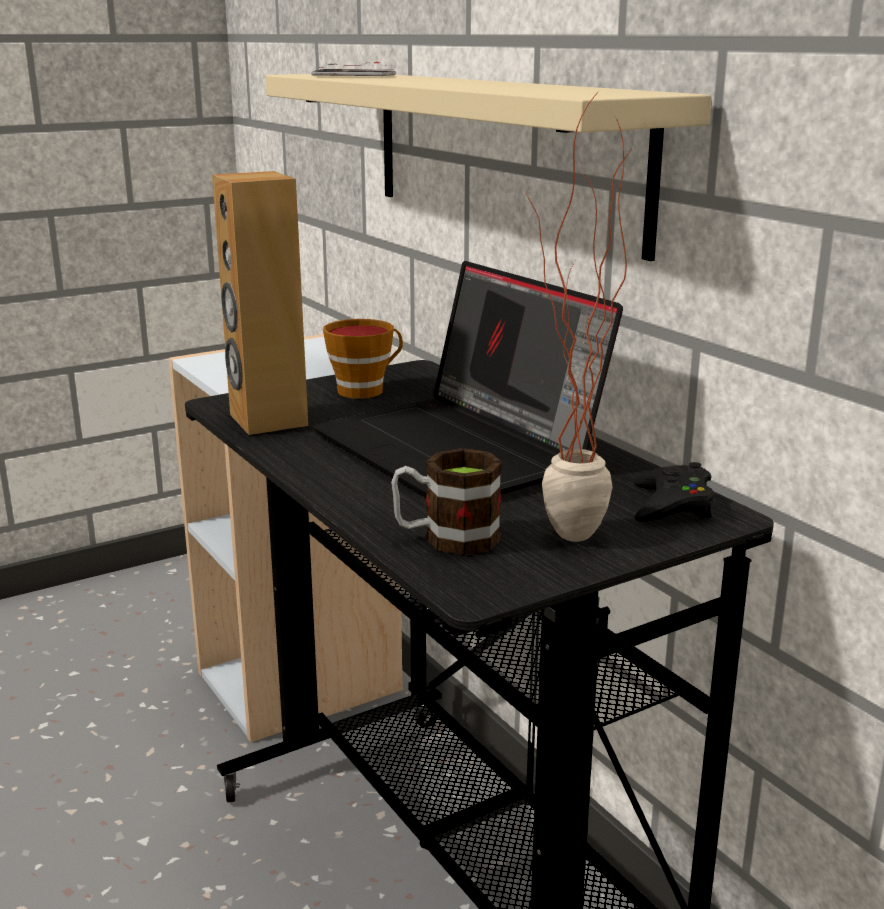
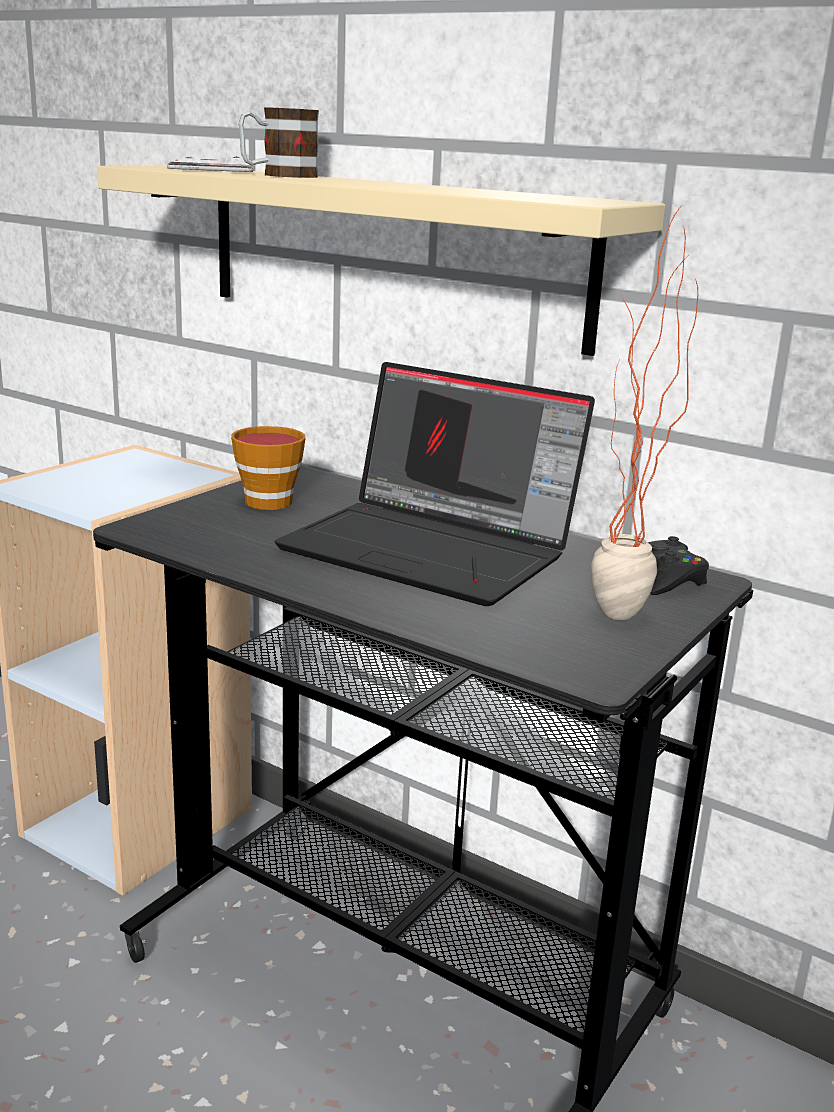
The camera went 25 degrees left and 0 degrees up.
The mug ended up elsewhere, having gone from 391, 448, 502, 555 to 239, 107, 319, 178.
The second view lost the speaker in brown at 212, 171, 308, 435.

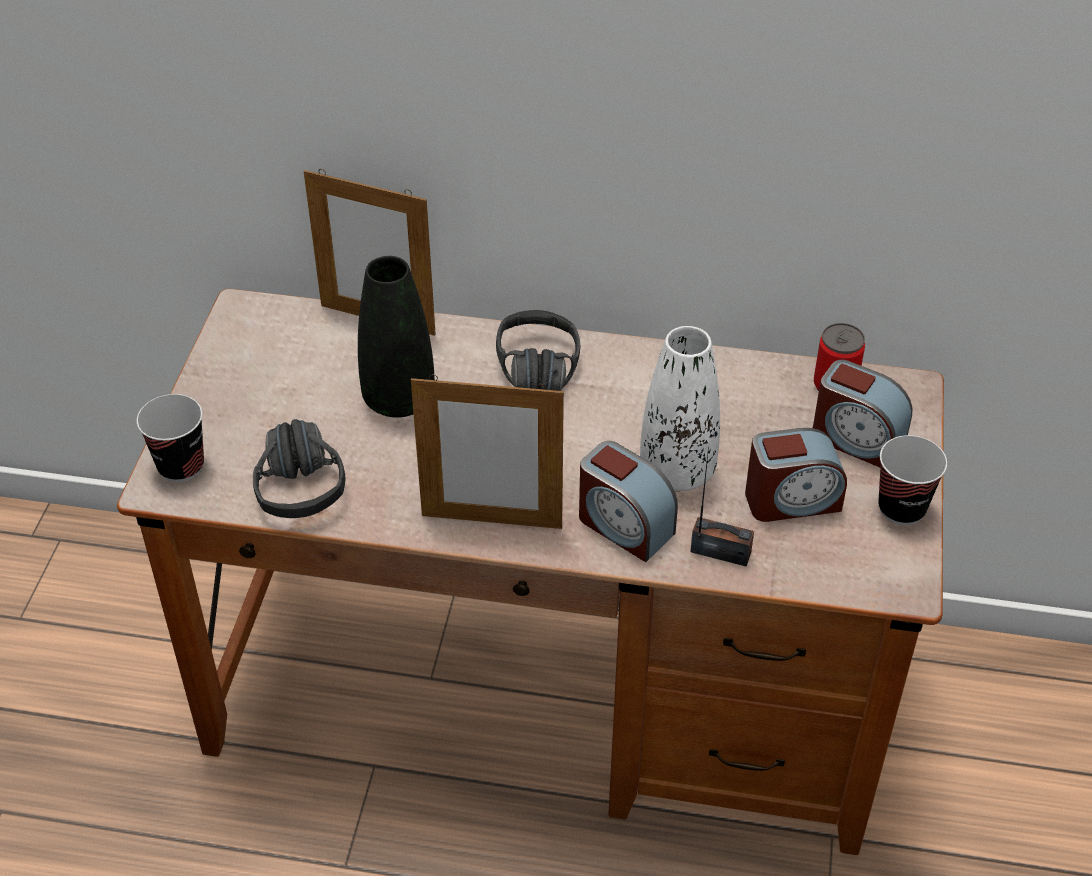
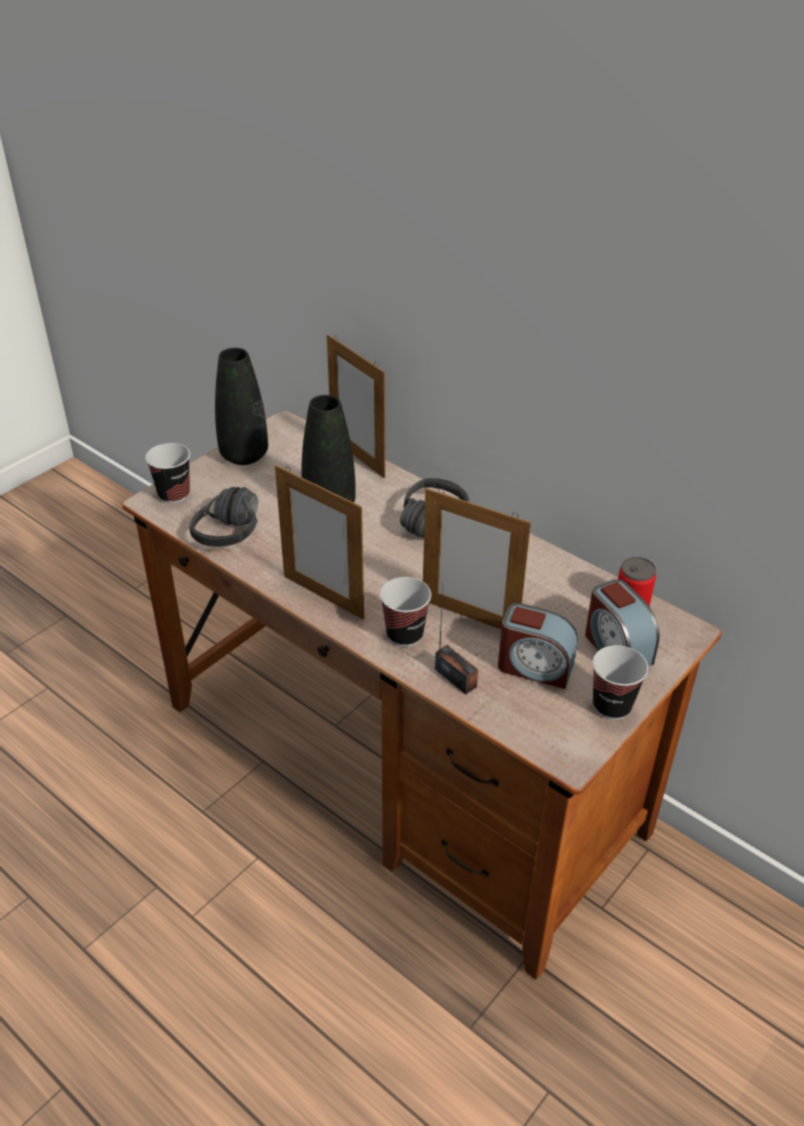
The camera went 30 degrees right and 5 degrees down.
The second view gained the vase in black at 215, 348, 268, 465.
Where the alarm clock stood at 579, 441, 678, 562, the cup came to stand at 380, 577, 431, 647.
Where the vase in white stood at 640, 326, 720, 491, the picture frame came to stand at 423, 488, 531, 629.

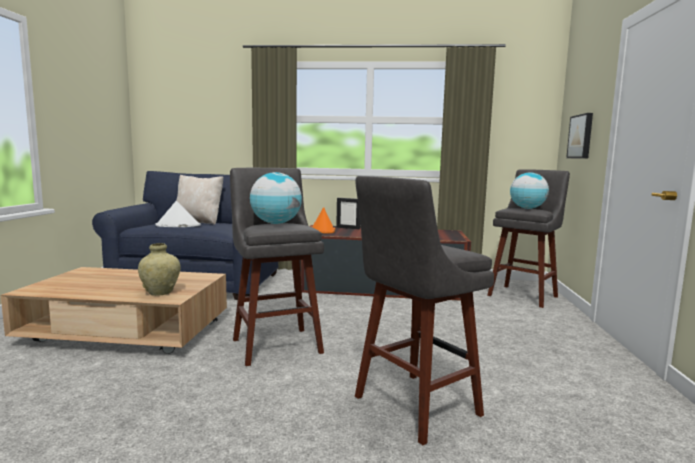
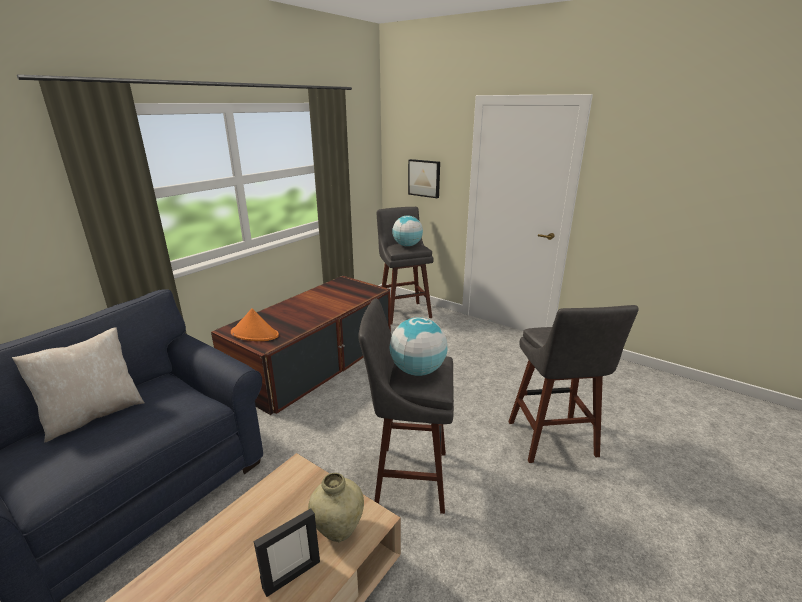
The camera went 60 degrees left and 15 degrees up.
The picture frame ended up elsewhere, having gone from 336, 198, 360, 229 to 254, 508, 320, 597.
The second view lost the hat in white at 155, 201, 201, 227.

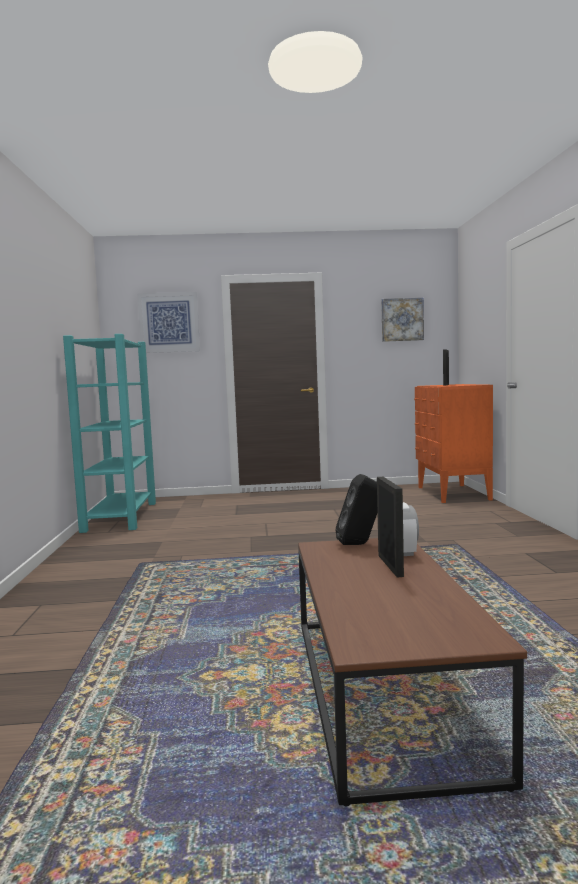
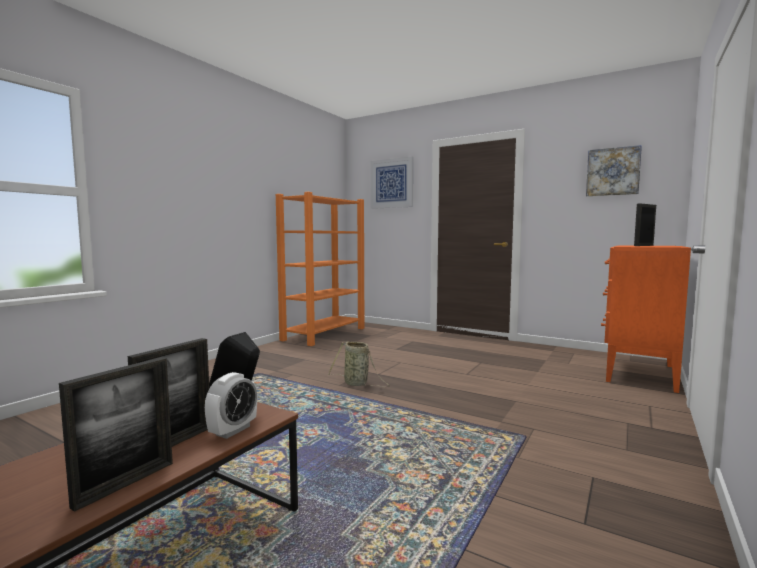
The camera went 35 degrees right and 0 degrees up.
The second view gained the picture frame at 59, 357, 173, 512.
What was the bookcase in turquoise at 63, 334, 156, 533 turned into the bookcase in orange at 276, 192, 364, 346.
The second view gained the basket at 328, 341, 390, 387.

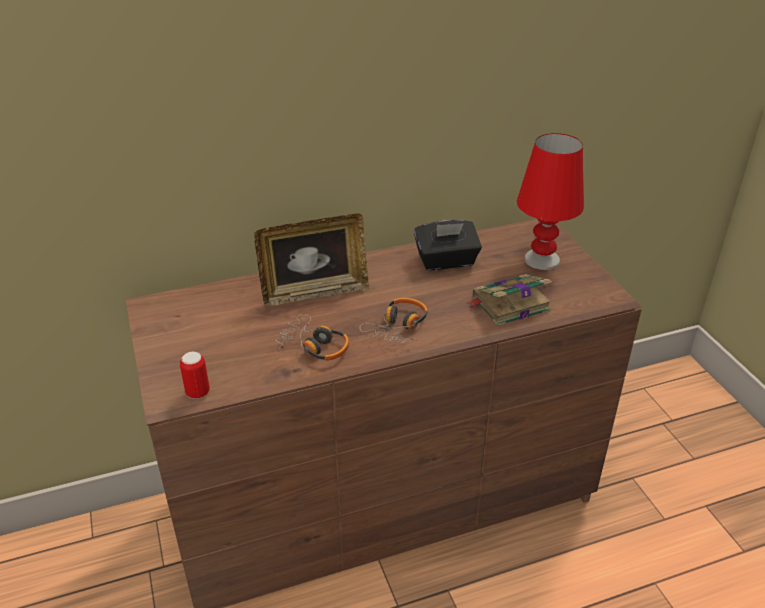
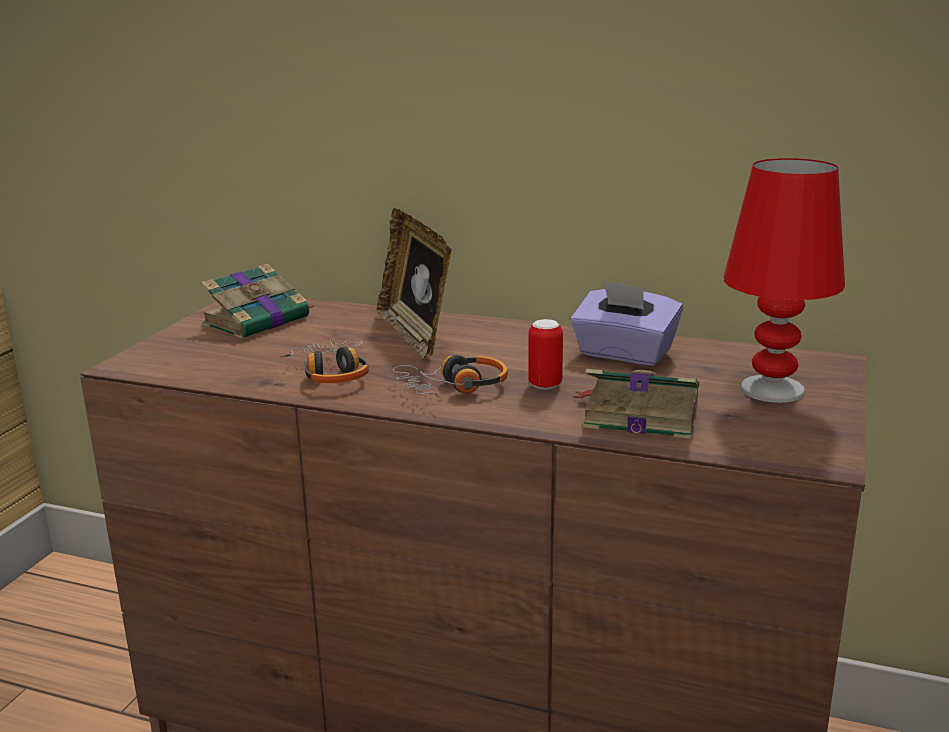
The camera went 40 degrees right and 15 degrees down.
The second view gained the book at 201, 264, 313, 339.
The picture frame at 254, 214, 369, 306 ended up facing another way, 45 degrees clockwise from before.
The can ended up elsewhere, having gone from 180, 352, 210, 399 to 528, 319, 563, 390.
What was the tissue box in black at 414, 220, 482, 270 turned into the tissue box in purple at 570, 281, 683, 366.

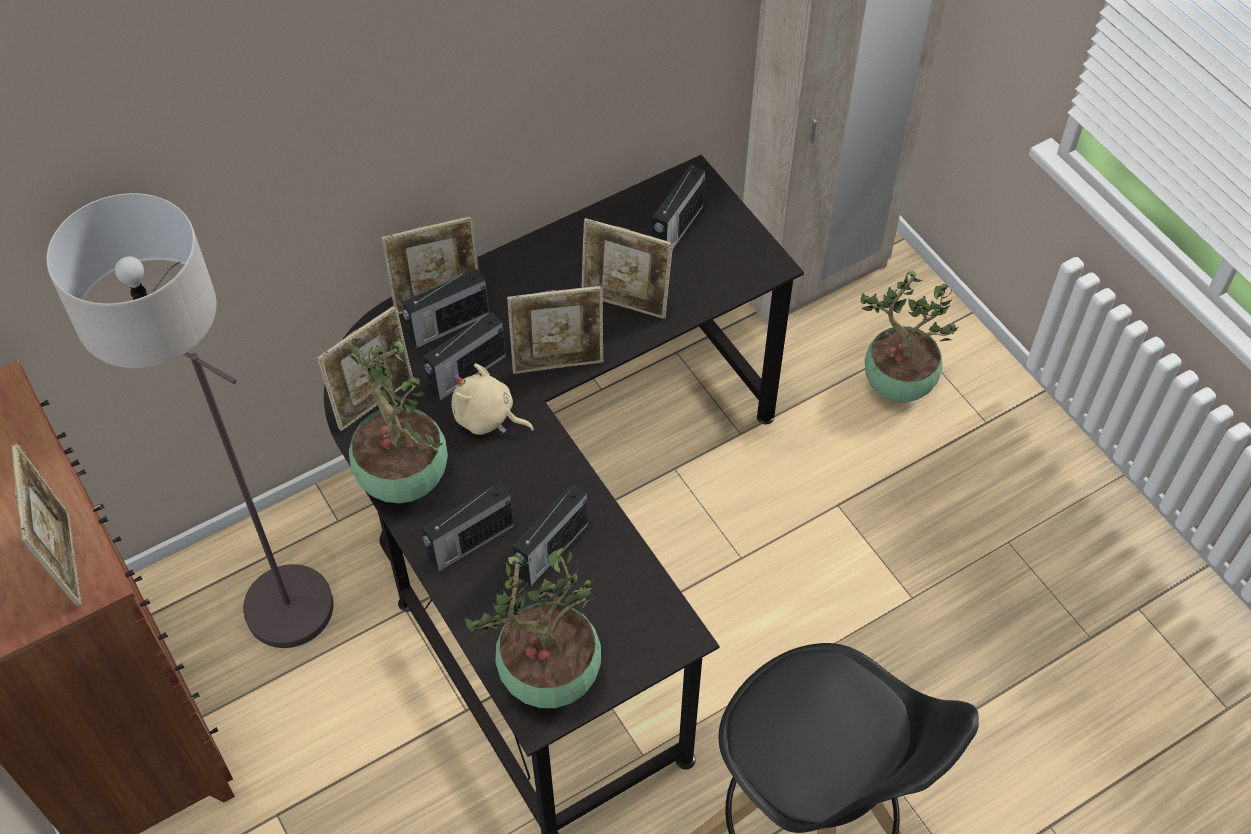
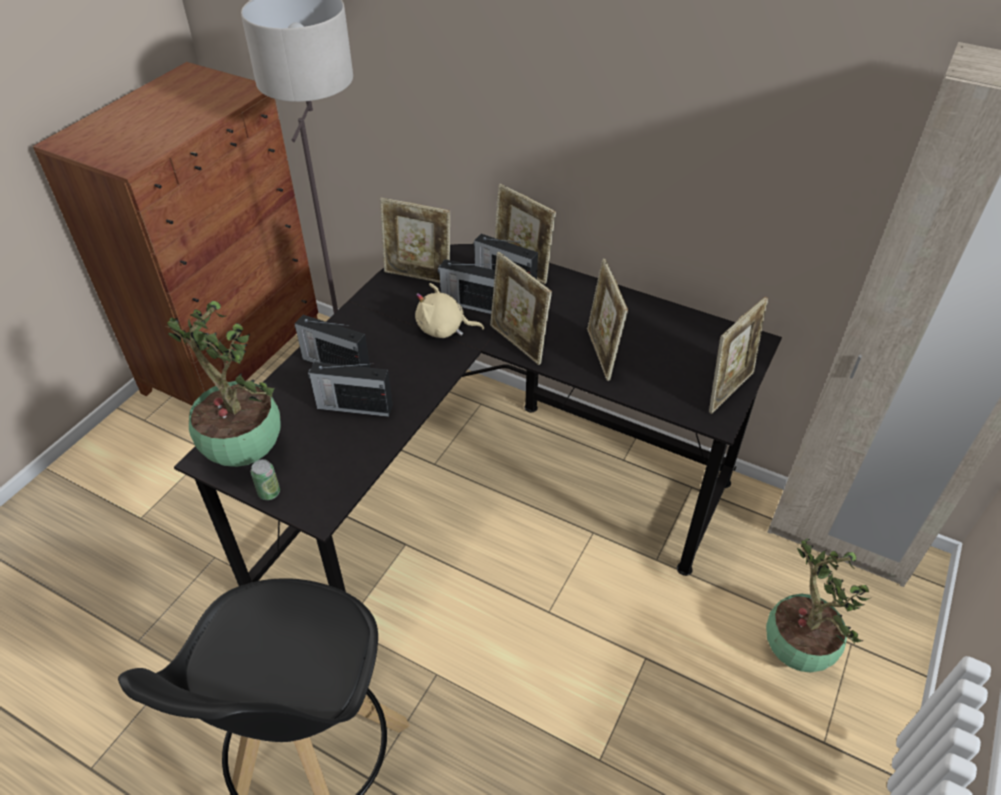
The camera went 60 degrees right and 10 degrees down.
The second view gained the can at 251, 459, 280, 500.
The plush toy in beige at 451, 363, 534, 435 ended up facing another way, 75 degrees counterclockwise from before.
The picture frame ended up elsewhere, having gone from 11, 442, 82, 607 to 709, 297, 768, 414.
The second view lost the potted plant at 346, 338, 448, 503.
The second view lost the radio at 652, 165, 705, 249.

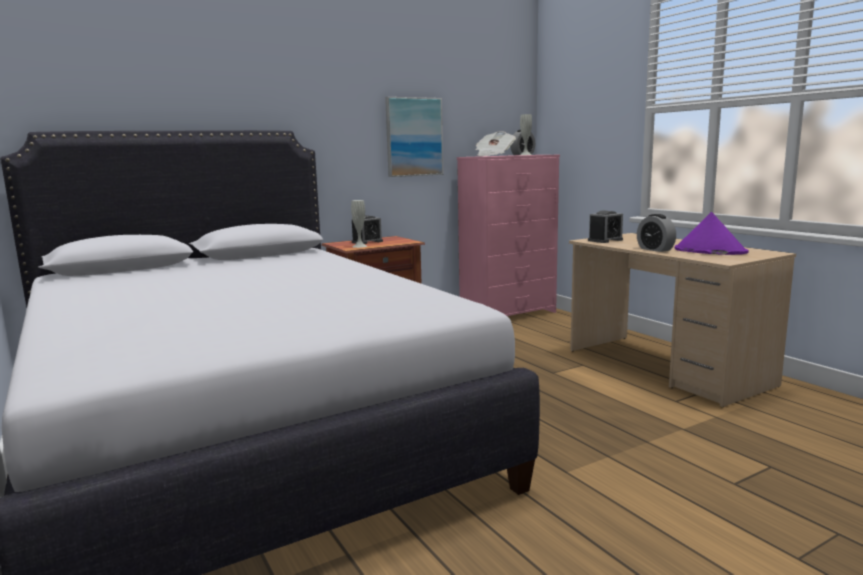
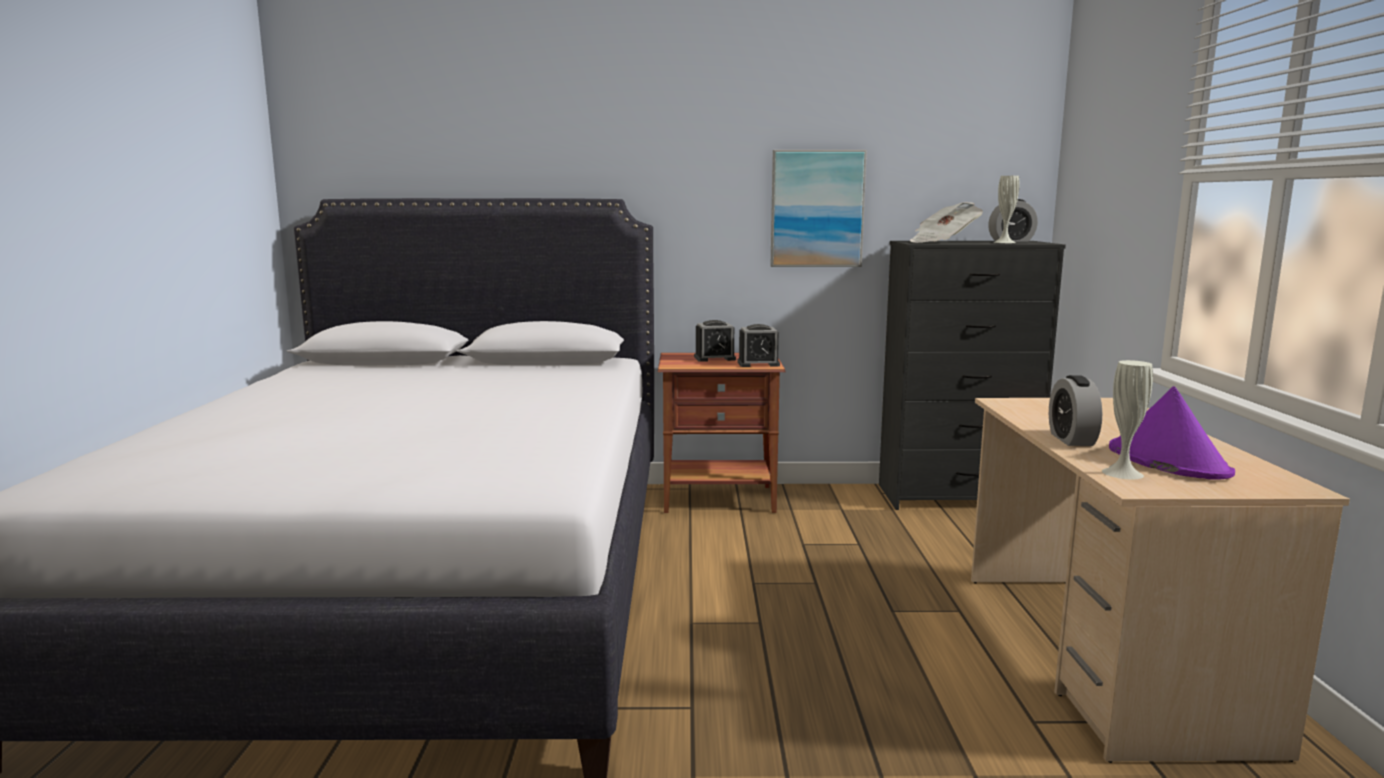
The camera went 30 degrees right and 0 degrees up.
The alarm clock ended up elsewhere, having gone from 588, 211, 623, 243 to 737, 324, 780, 367.
What was the dresser in pink at 457, 155, 560, 316 turned into the dresser in black at 879, 241, 1066, 510.
The vase in white ended up elsewhere, having gone from 351, 200, 367, 248 to 1102, 360, 1153, 479.

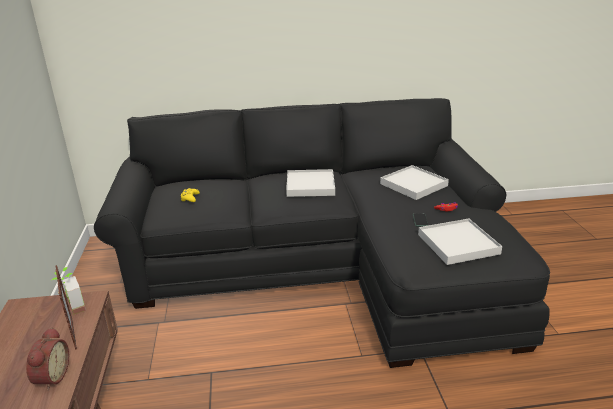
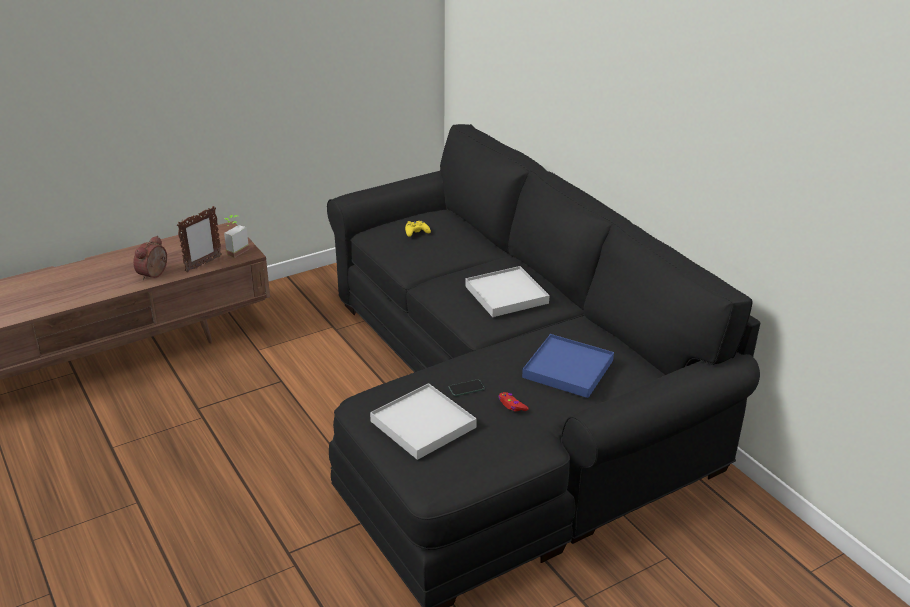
The camera went 65 degrees right and 5 degrees up.
The alarm clock at 26, 327, 69, 391 ended up facing another way, 135 degrees clockwise from before.
What was the tray in white at 380, 165, 449, 200 turned into the tray in blue at 522, 334, 614, 398.

